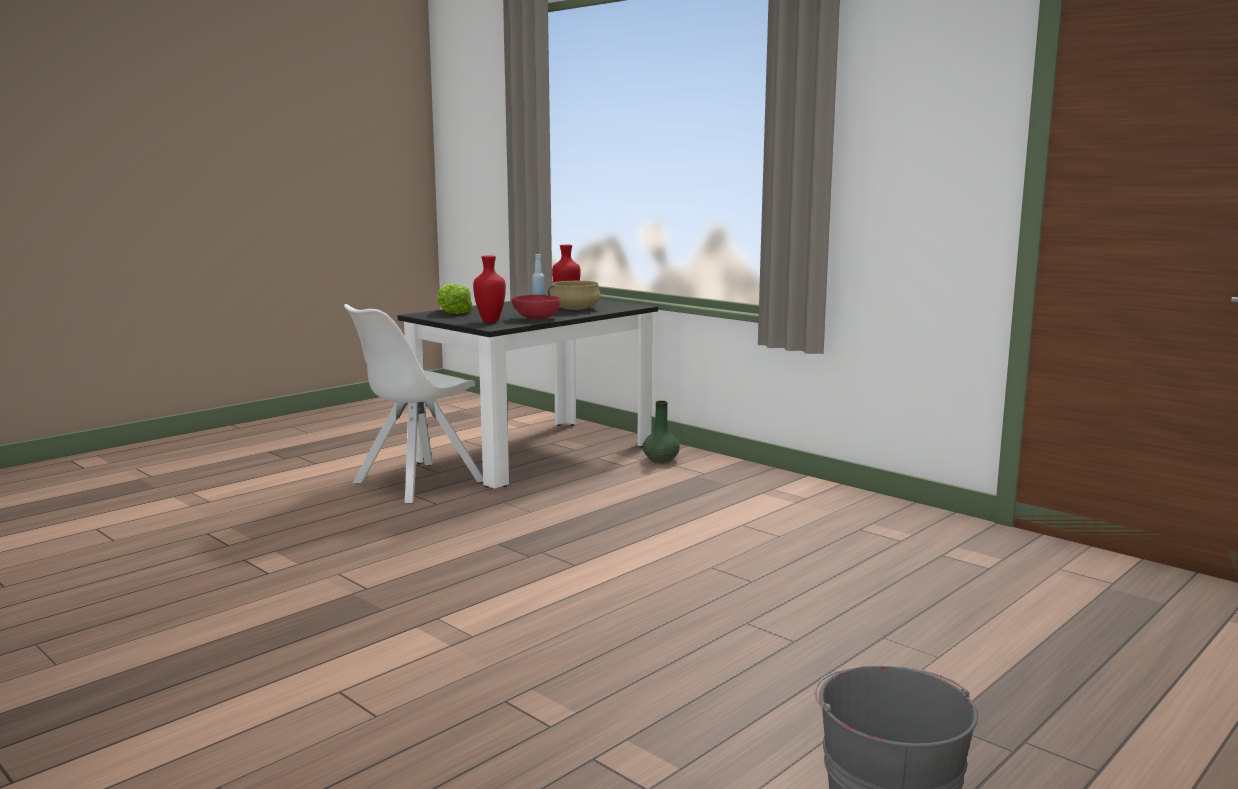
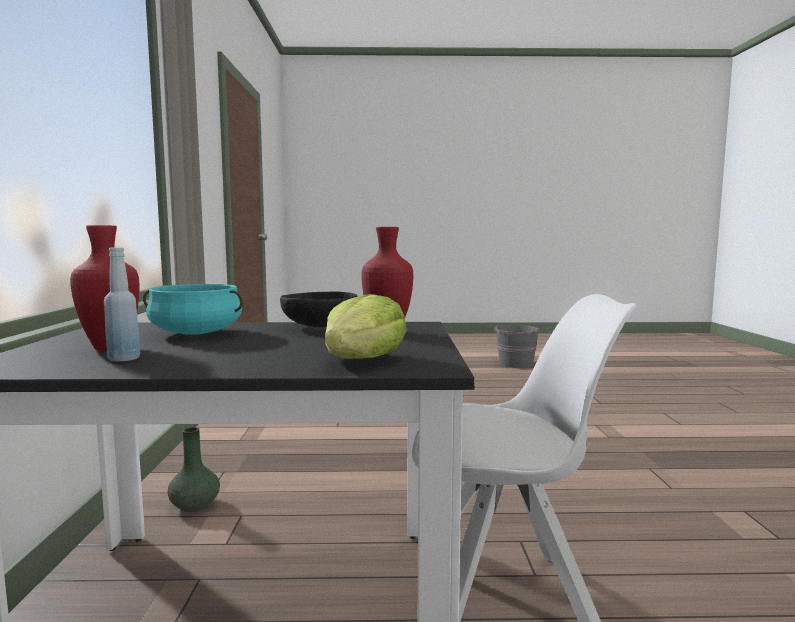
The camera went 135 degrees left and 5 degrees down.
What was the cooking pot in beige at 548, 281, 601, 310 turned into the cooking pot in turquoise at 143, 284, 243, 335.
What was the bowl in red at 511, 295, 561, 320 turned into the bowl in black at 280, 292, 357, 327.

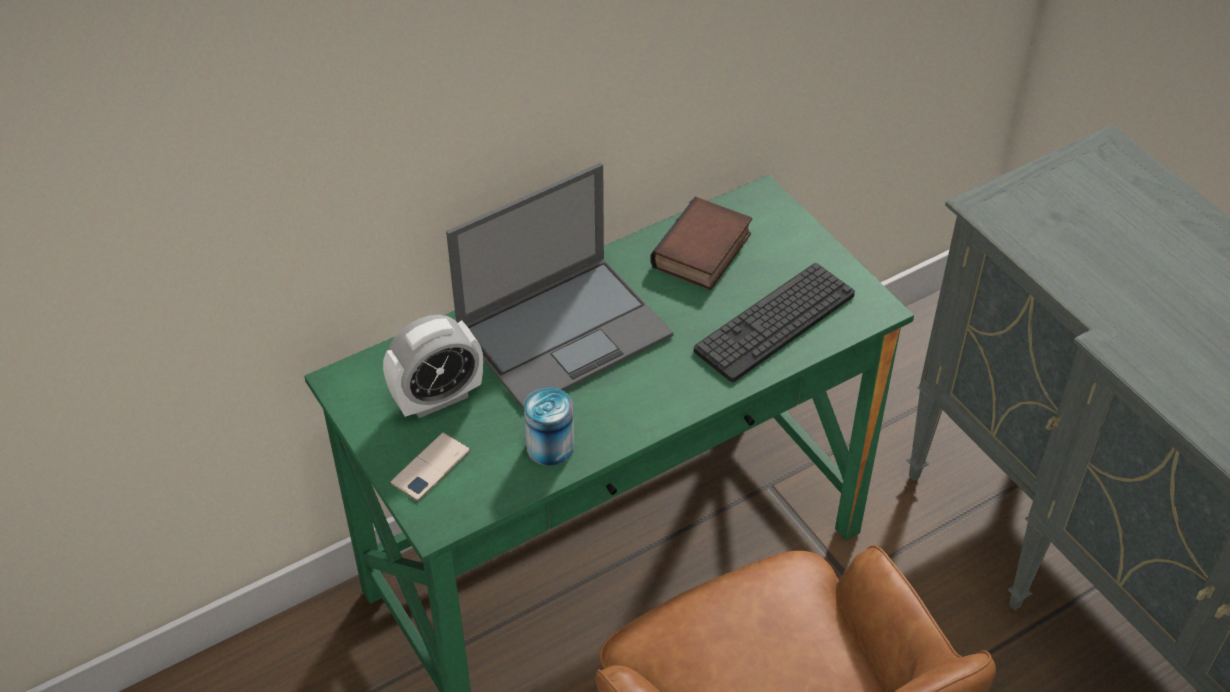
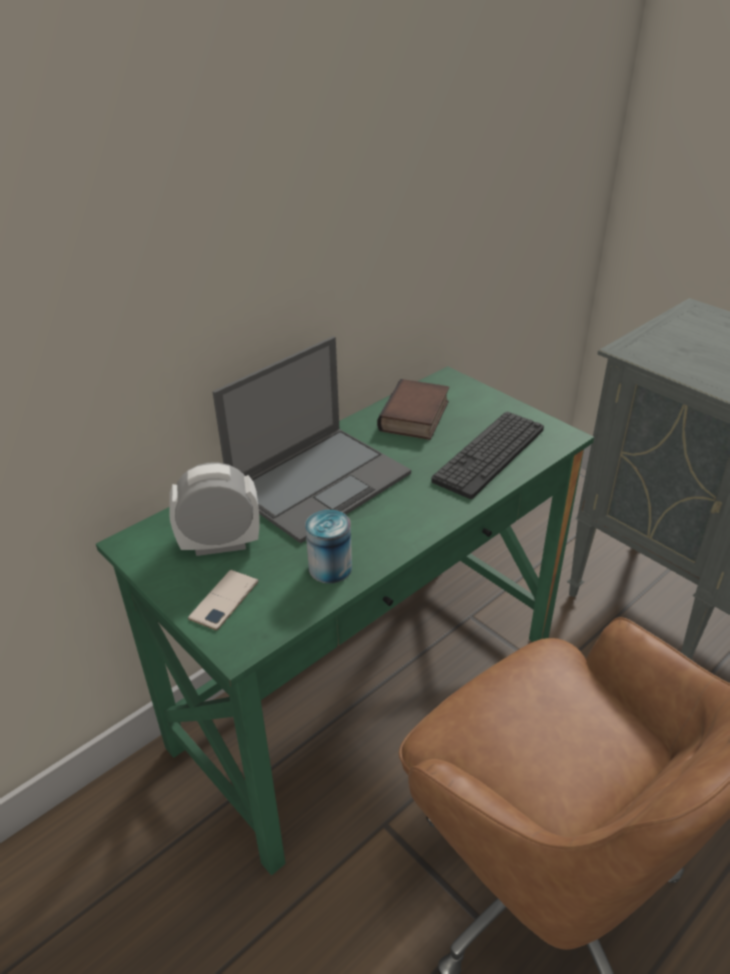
The camera went 10 degrees left and 10 degrees down.
The alarm clock at 383, 315, 483, 418 ended up facing another way, 150 degrees counterclockwise from before.

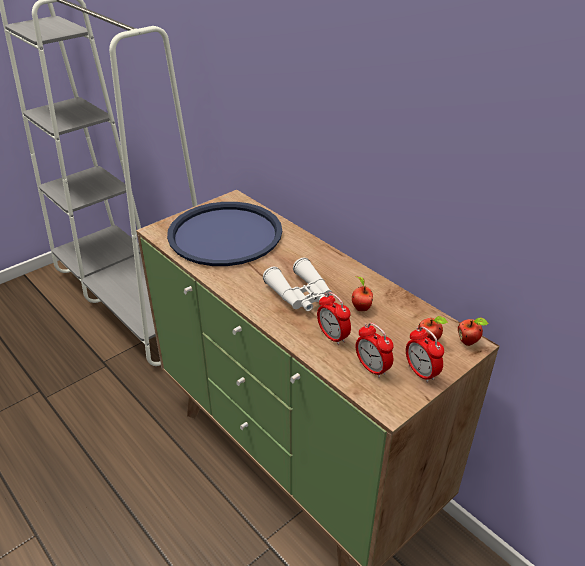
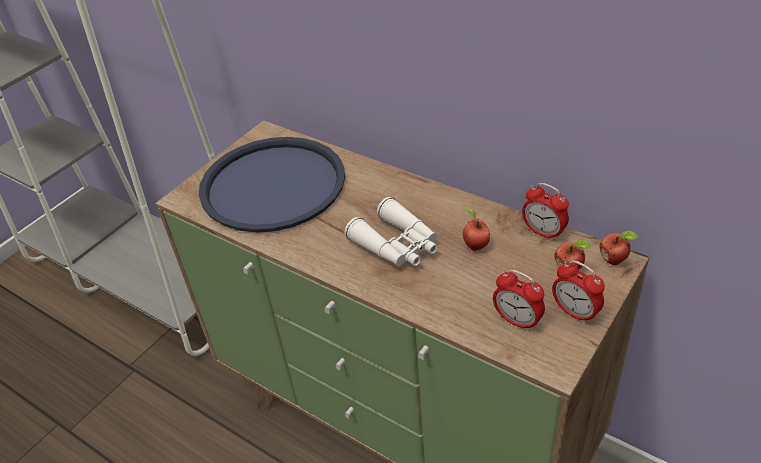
The camera went 10 degrees left and 5 degrees up.
The alarm clock ended up elsewhere, having gone from 317, 292, 351, 345 to 522, 183, 569, 241.

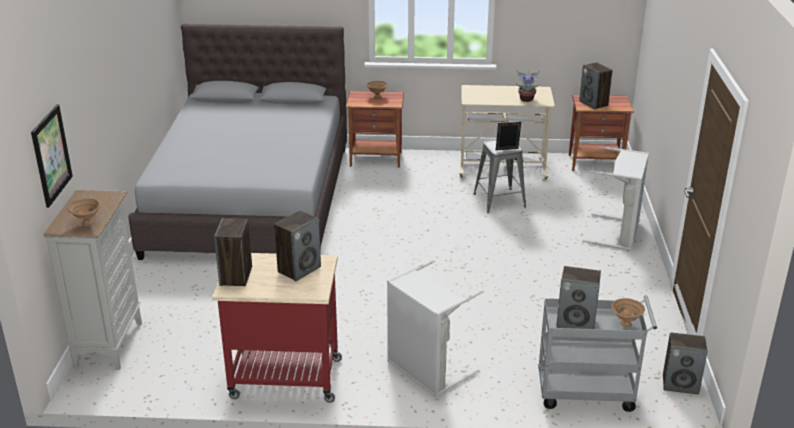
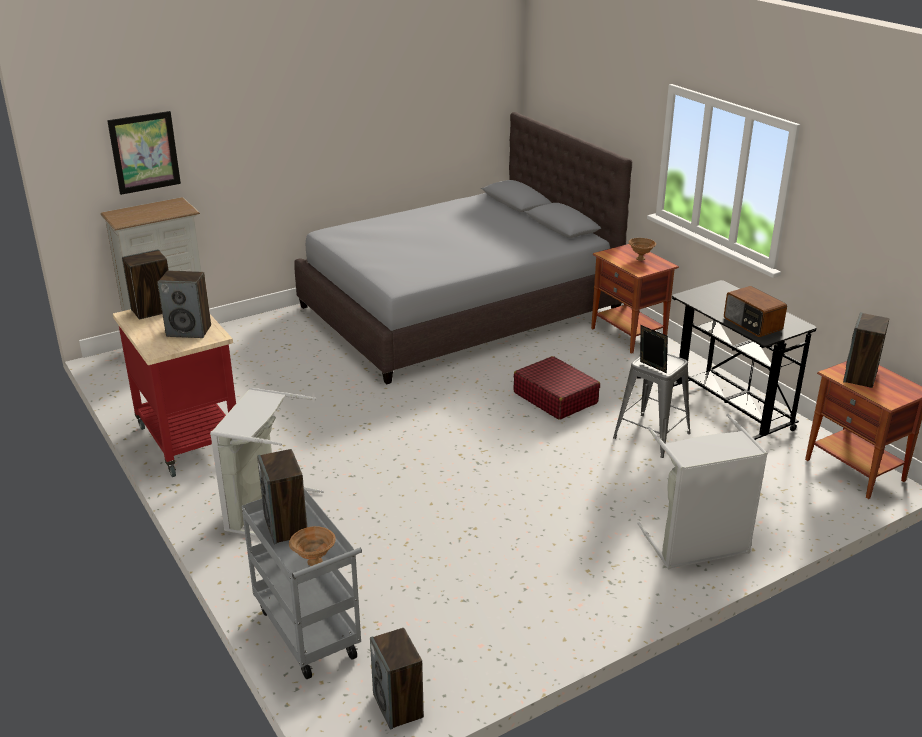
The camera went 55 degrees right and 0 degrees up.
The second view gained the suitcase in red at 514, 356, 600, 420.
What was the desk in beige at 460, 85, 555, 182 turned into the desk in black at 672, 280, 817, 440.
Where the potted plant stood at 516, 70, 540, 102, the radio came to stand at 724, 286, 787, 337.
The second view lost the bowl in brown at 67, 199, 101, 226.

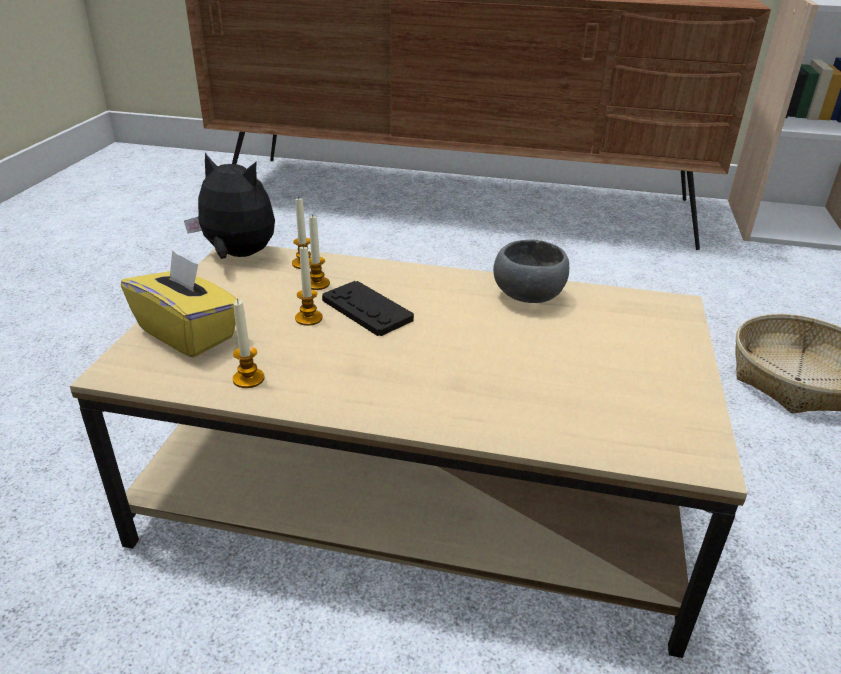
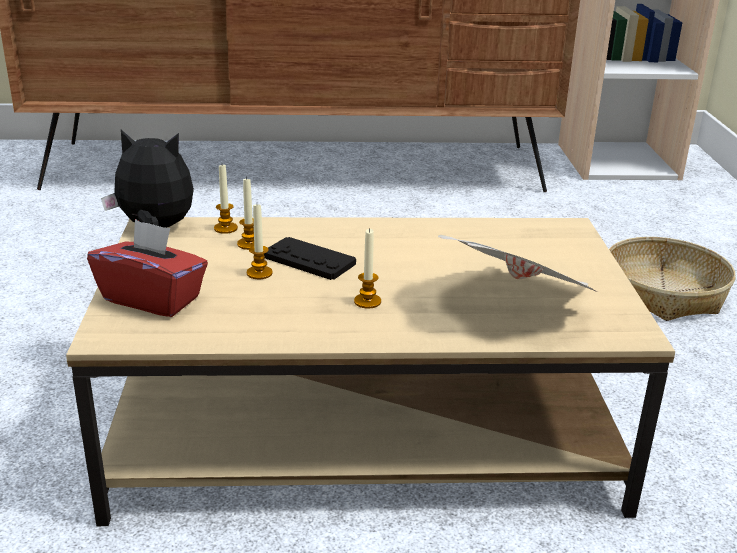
The camera went 15 degrees left and 5 degrees down.
What was the tissue box in yellow at 121, 250, 237, 358 turned into the tissue box in red at 87, 219, 208, 317.
The candle ended up elsewhere, having gone from 233, 299, 265, 388 to 354, 228, 381, 309.
The second view gained the newspaper at 438, 235, 597, 292.
The second view lost the bowl in grey at 493, 240, 569, 303.

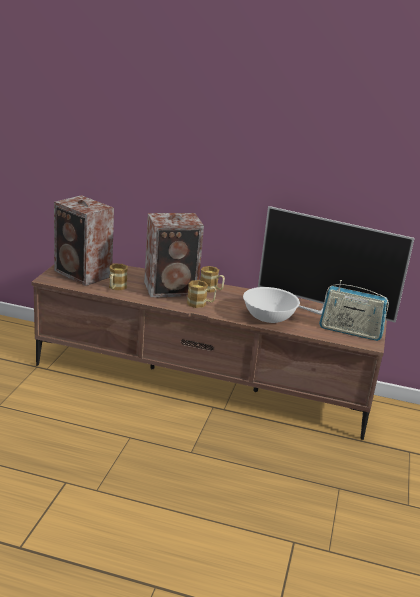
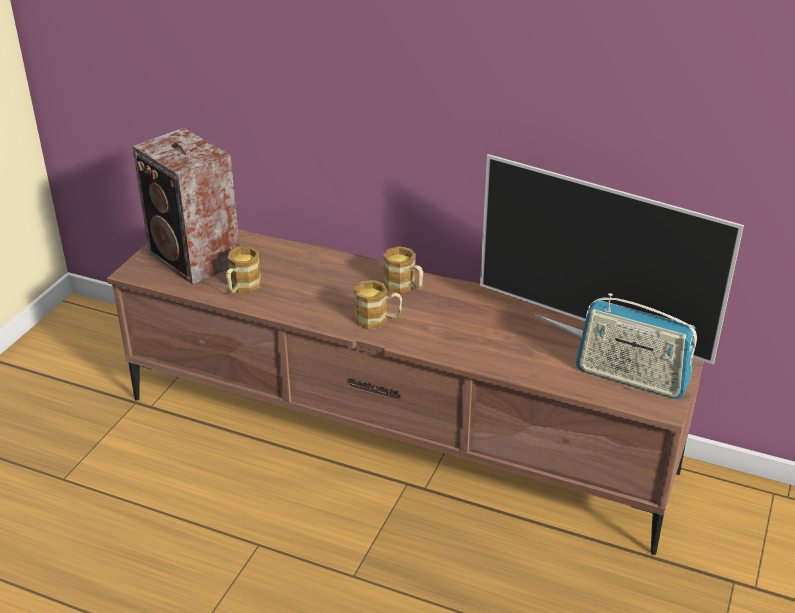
The camera went 10 degrees right and 10 degrees up.
The second view lost the speaker at 144, 213, 204, 298.
The second view lost the bowl in white at 243, 287, 300, 323.

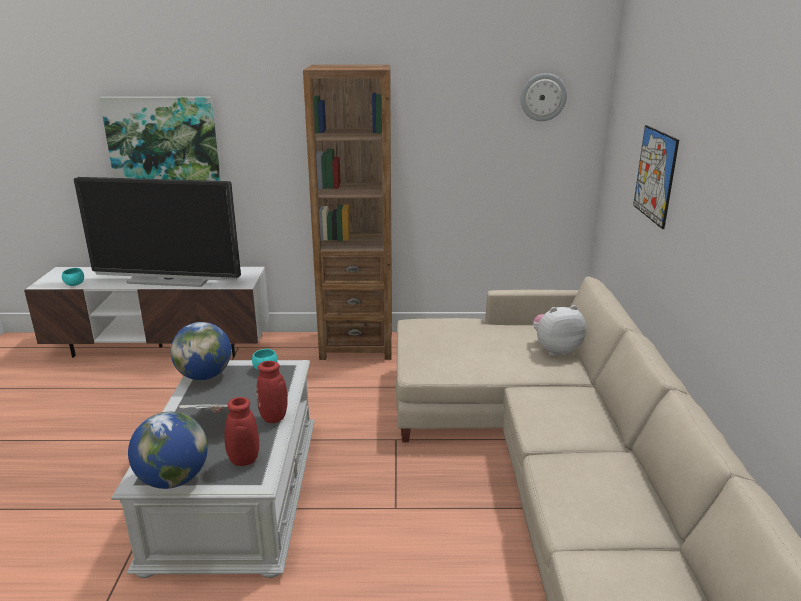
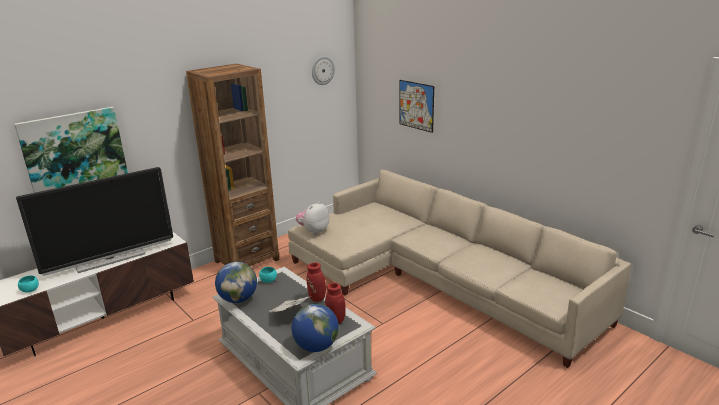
The camera went 40 degrees left and 0 degrees up.
The plush toy ended up elsewhere, having gone from 533, 305, 586, 356 to 296, 201, 329, 235.

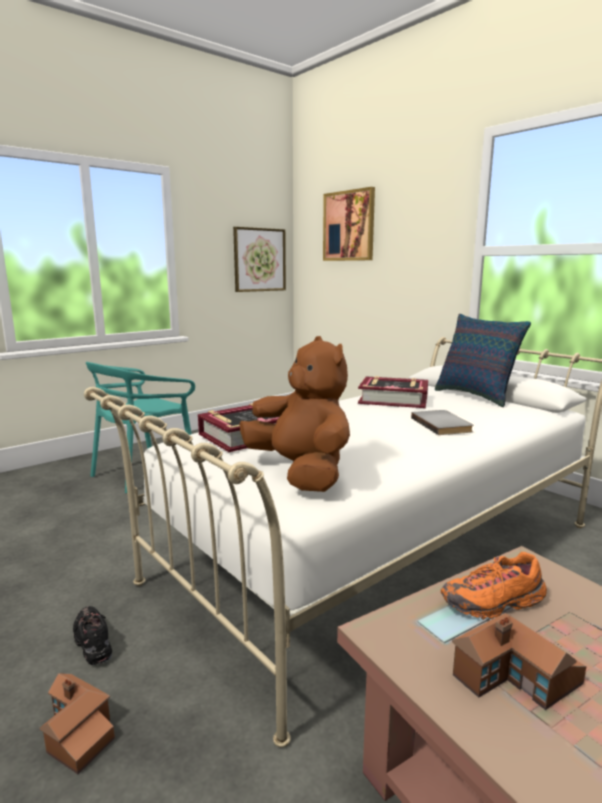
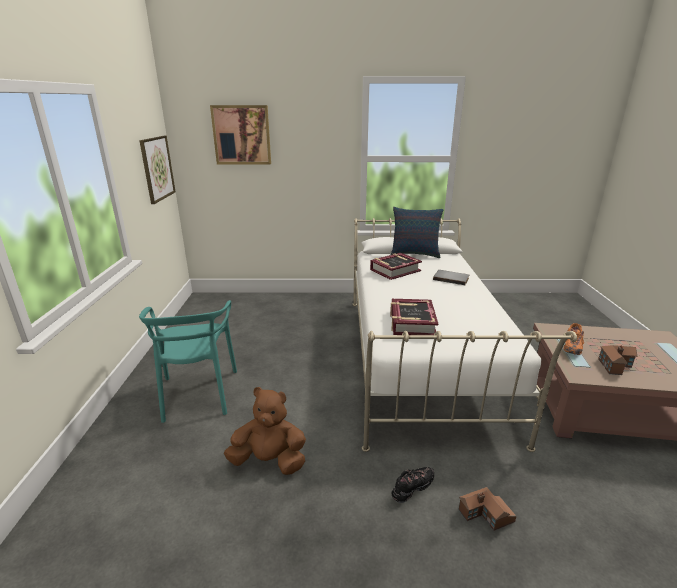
The camera went 50 degrees left and 10 degrees up.
The plush toy in brown ended up elsewhere, having gone from 239, 336, 350, 492 to 224, 387, 306, 475.
The shoe in black at 73, 606, 112, 665 ended up facing another way, 135 degrees clockwise from before.

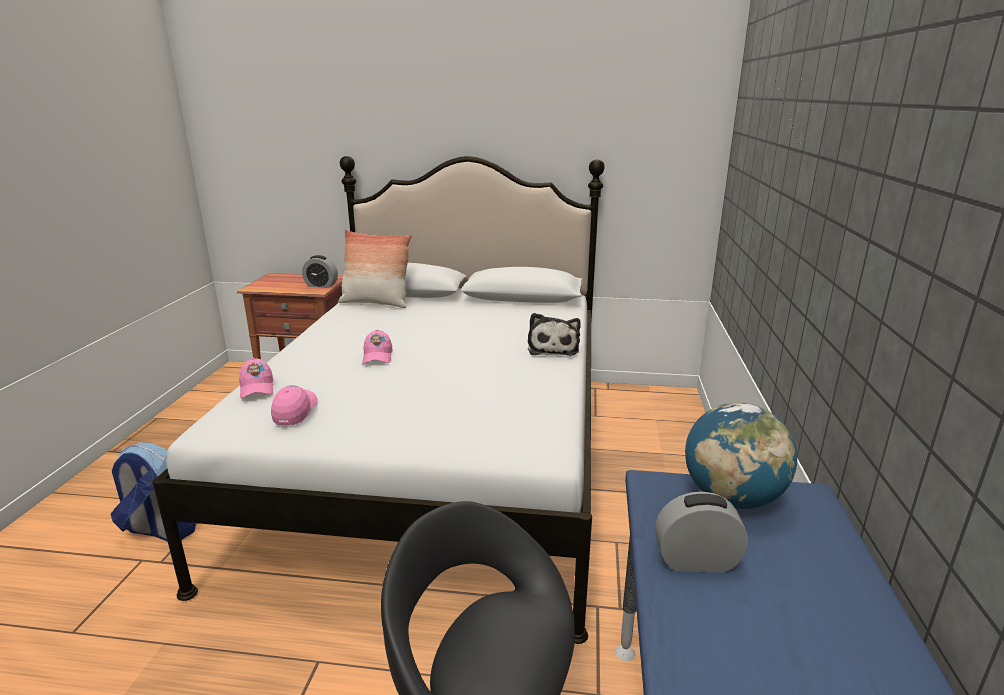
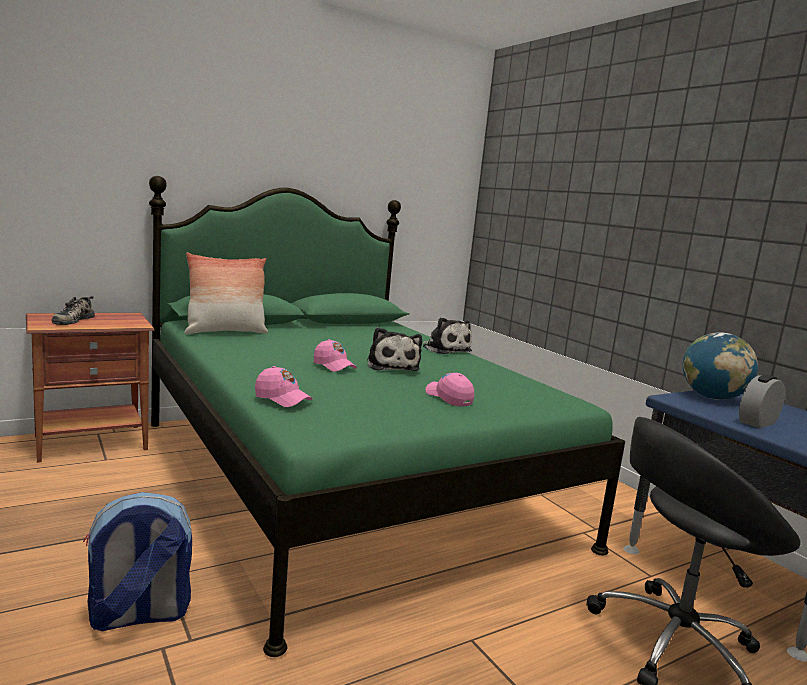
The camera went 40 degrees left and 10 degrees down.
The second view gained the shoe at 52, 296, 95, 325.
What was the bed in white at 152, 156, 605, 644 turned into the bed in green at 149, 176, 625, 657.
The second view gained the plush toy at 367, 327, 422, 371.
The cap in pink ended up elsewhere, having gone from 271, 385, 318, 425 to 426, 373, 474, 407.
The second view lost the alarm clock at 302, 255, 338, 288.

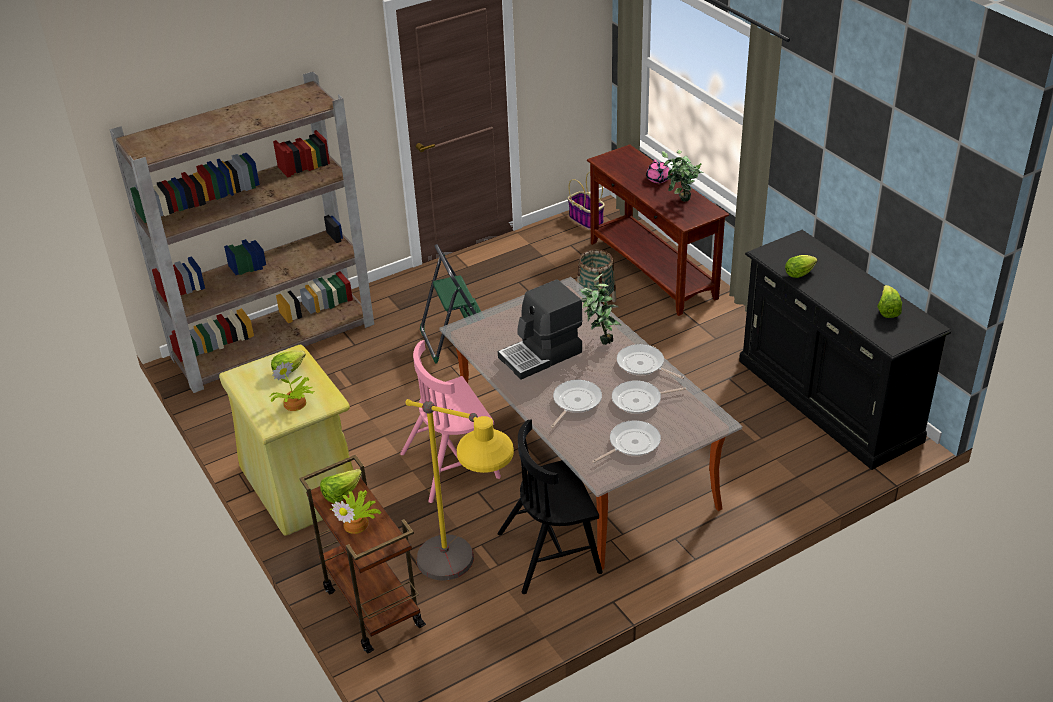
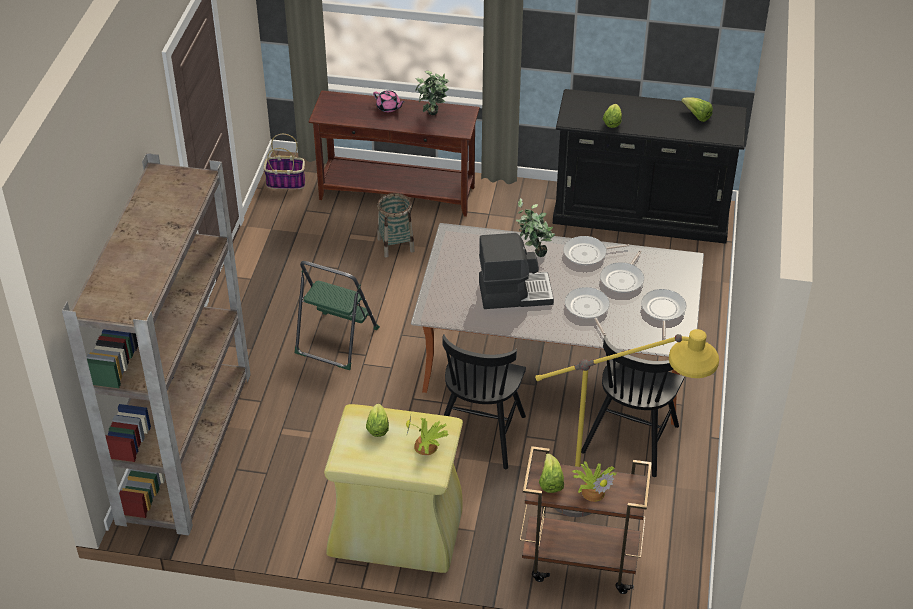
The camera went 50 degrees left and 5 degrees up.
What was the chair in pink at 400, 340, 501, 503 turned into the chair in black at 442, 335, 526, 469.
The coffee machine at 498, 280, 582, 380 ended up facing another way, 105 degrees counterclockwise from before.

